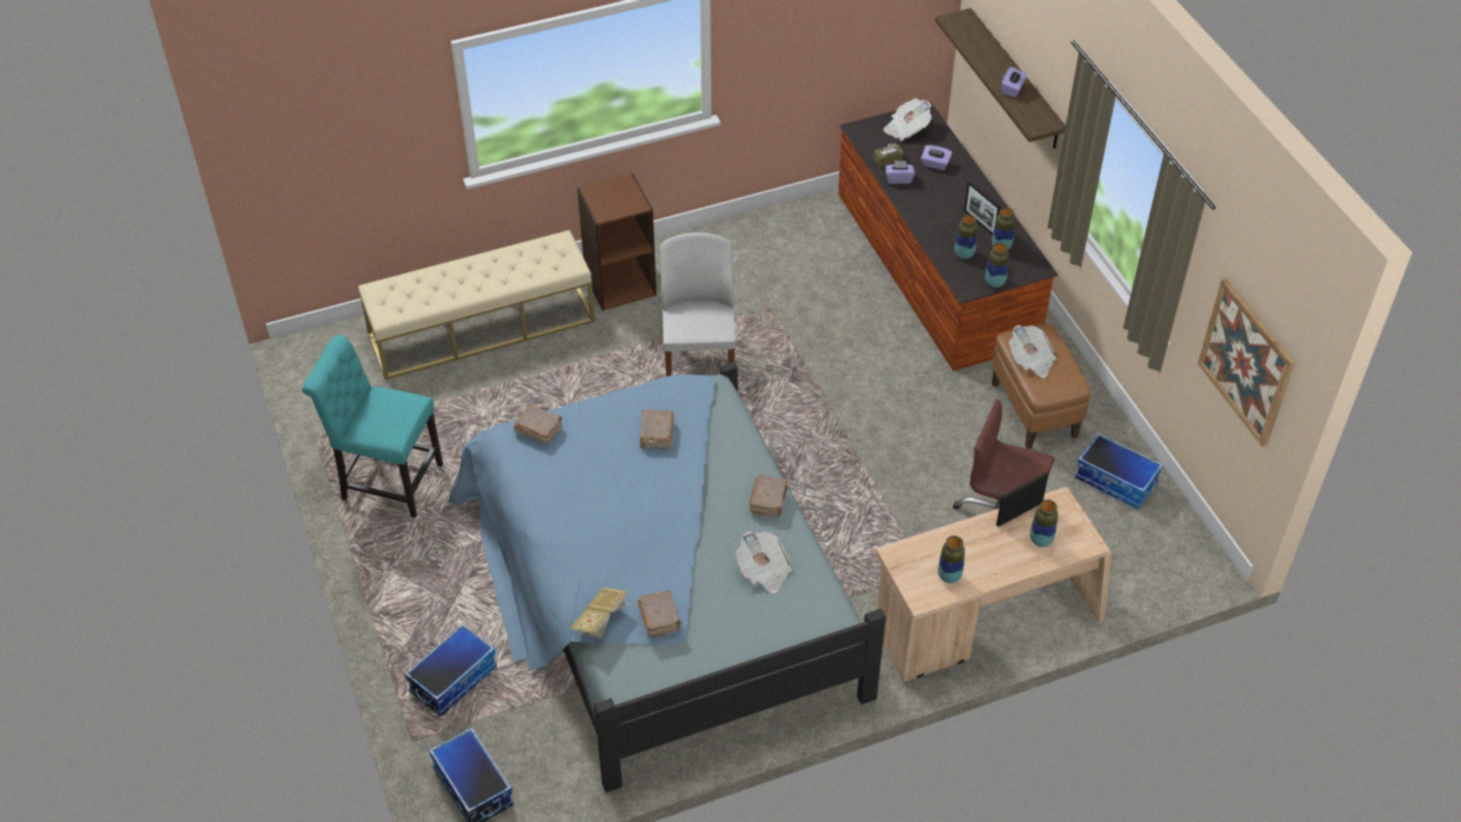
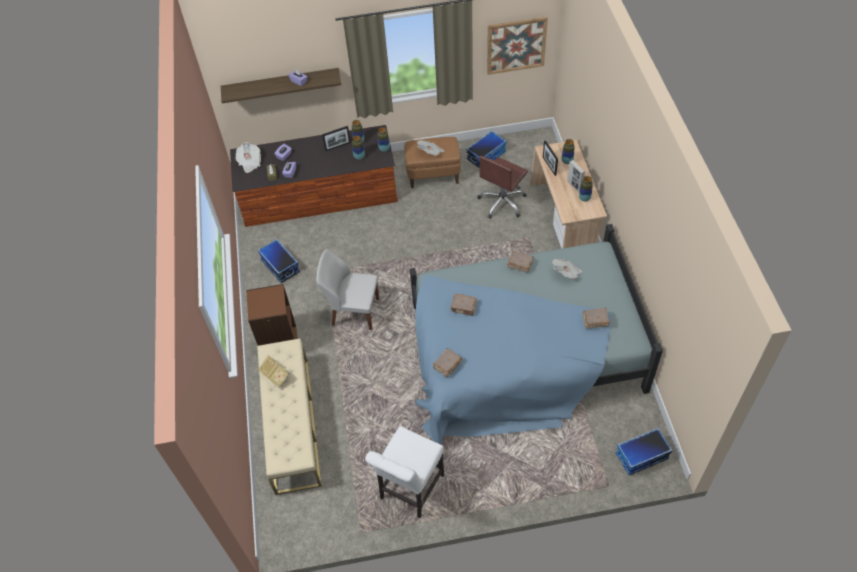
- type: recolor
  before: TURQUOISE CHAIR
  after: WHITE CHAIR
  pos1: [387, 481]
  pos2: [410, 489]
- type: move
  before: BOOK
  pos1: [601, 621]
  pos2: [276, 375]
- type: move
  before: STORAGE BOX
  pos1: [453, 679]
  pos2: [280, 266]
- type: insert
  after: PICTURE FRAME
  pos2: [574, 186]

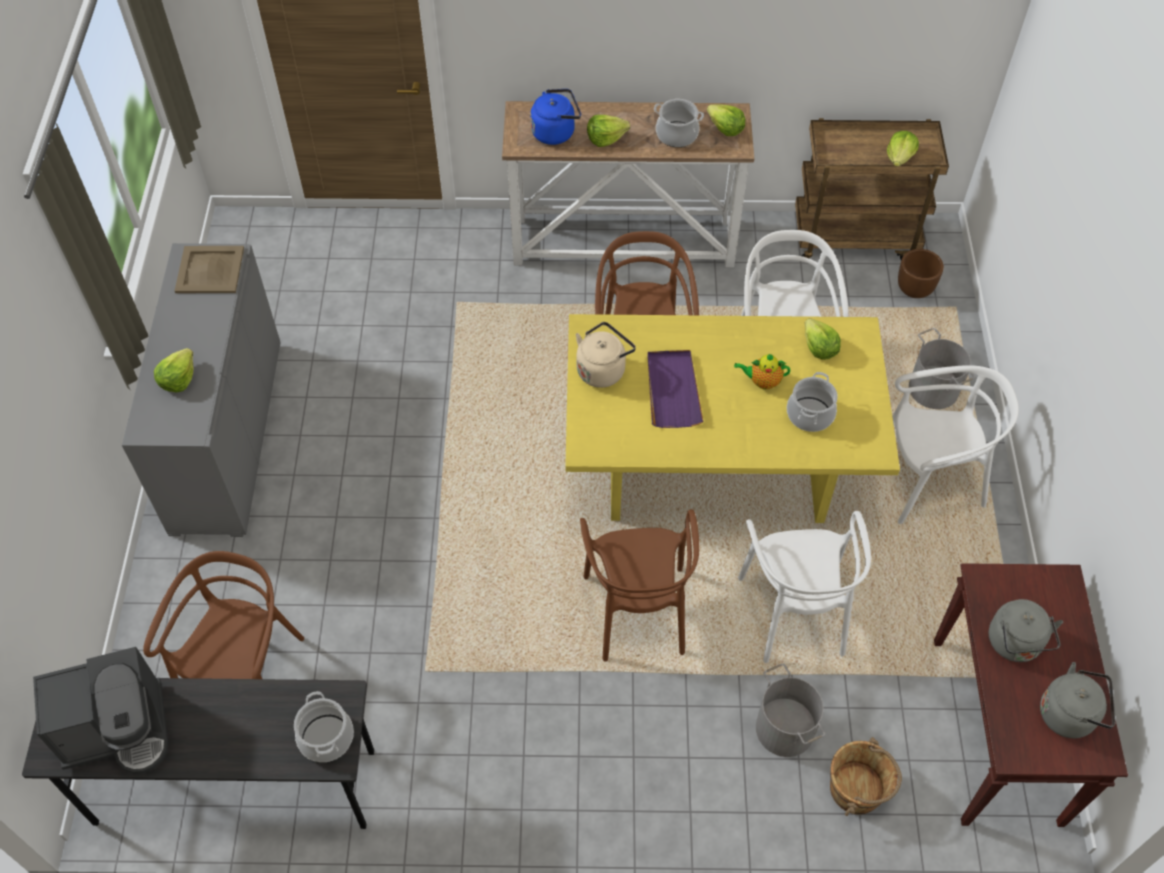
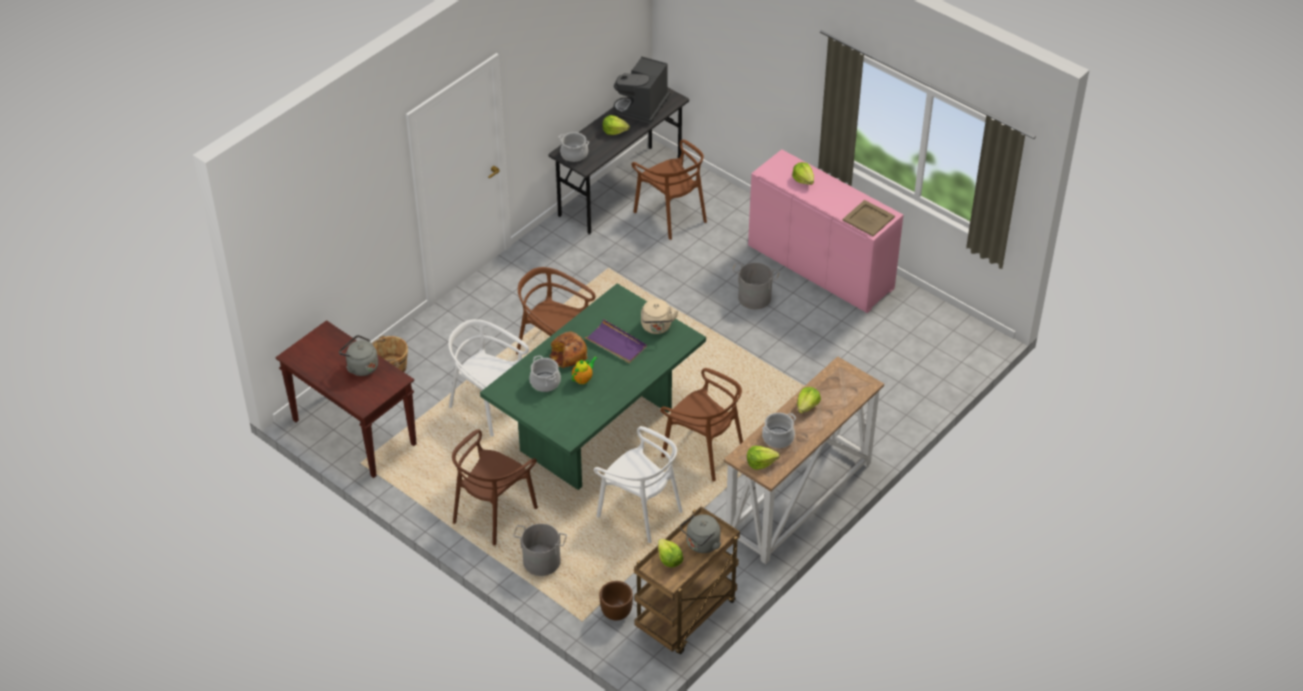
- type: delete
  before: BLUE KETTLE
  pos1: [556, 132]
- type: recolor
  before: GREY CABINET
  after: PINK CABINET
  pos1: [227, 435]
  pos2: [820, 267]
- type: recolor
  before: YELLOW DINING TABLE
  after: GREEN DINING TABLE
  pos1: [713, 473]
  pos2: [596, 429]
- type: move
  before: LETTUCE
  pos1: [819, 348]
  pos2: [614, 131]
- type: recolor
  before: WHITE CHAIR
  after: BROWN CHAIR
  pos1: [929, 480]
  pos2: [493, 513]
- type: move
  before: GREY KETTLE
  pos1: [1070, 714]
  pos2: [701, 544]
- type: move
  before: GREY BUCKET
  pos1: [784, 729]
  pos2: [754, 297]
- type: insert
  after: BREAD
  pos2: [568, 355]

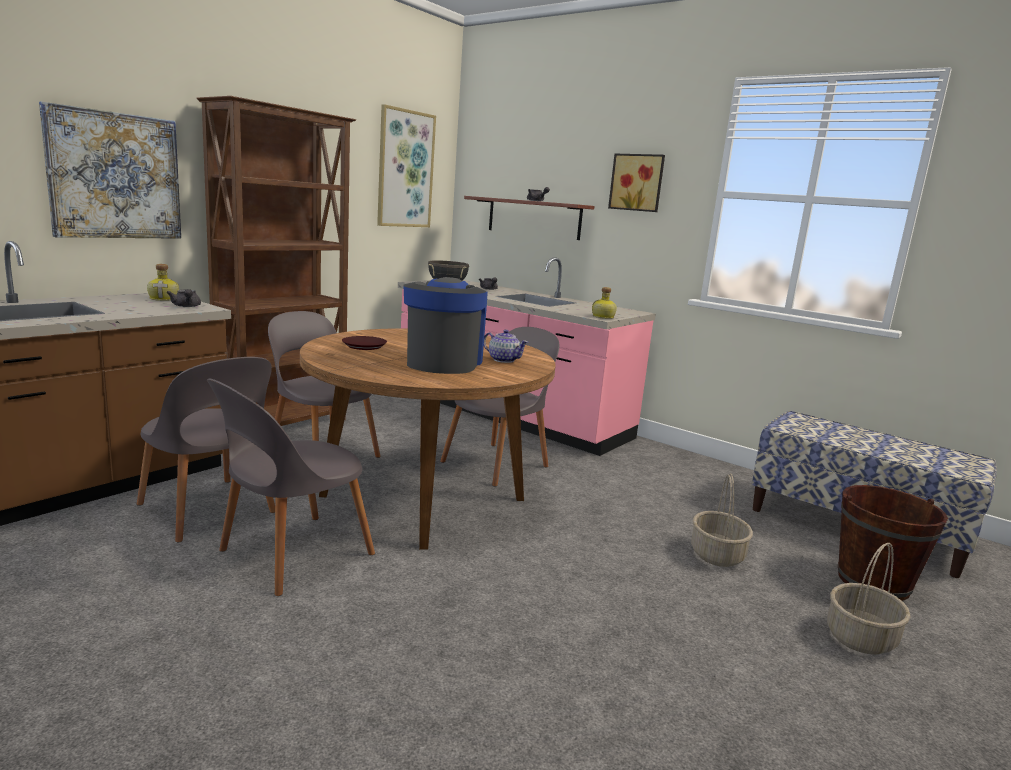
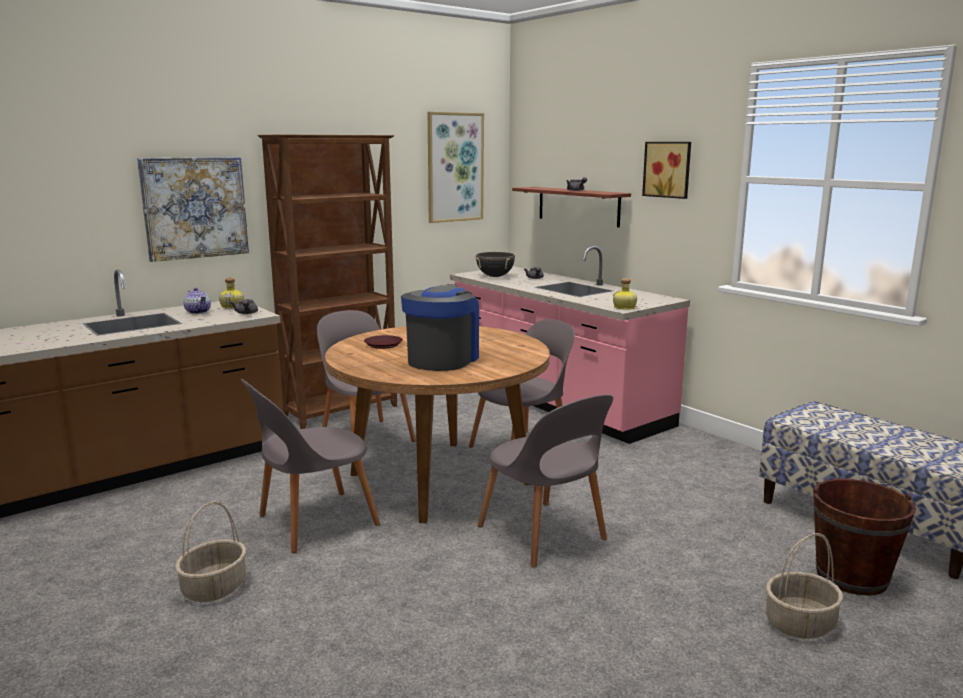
- type: move
  before: TEAPOT
  pos1: [503, 360]
  pos2: [198, 312]
- type: move
  before: GREY CHAIR
  pos1: [208, 511]
  pos2: [544, 535]
- type: move
  before: BASKET
  pos1: [717, 555]
  pos2: [214, 588]

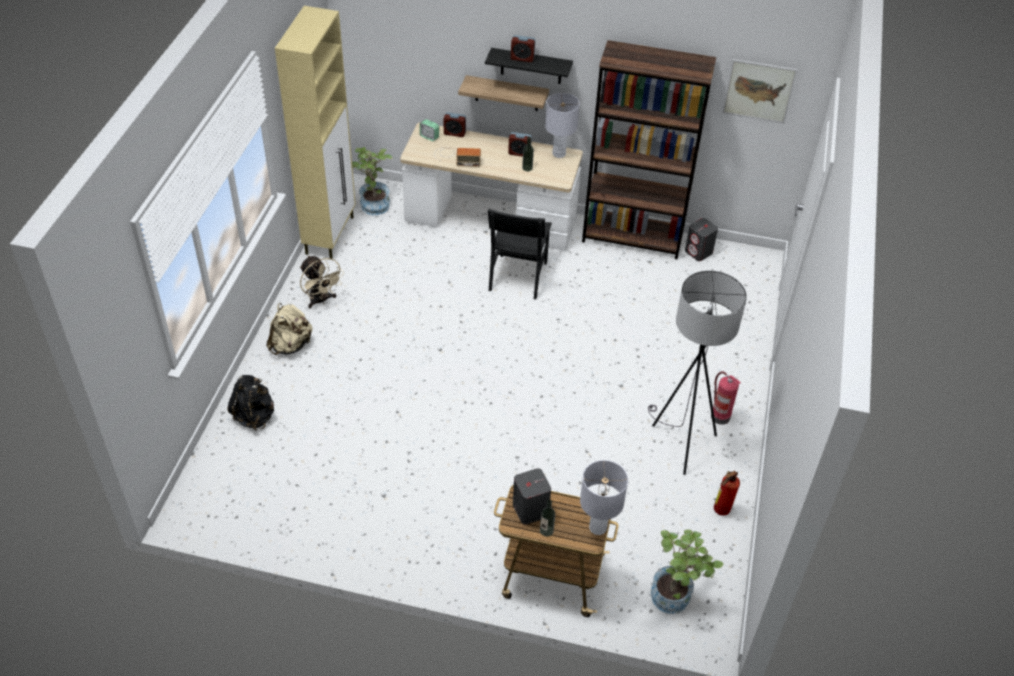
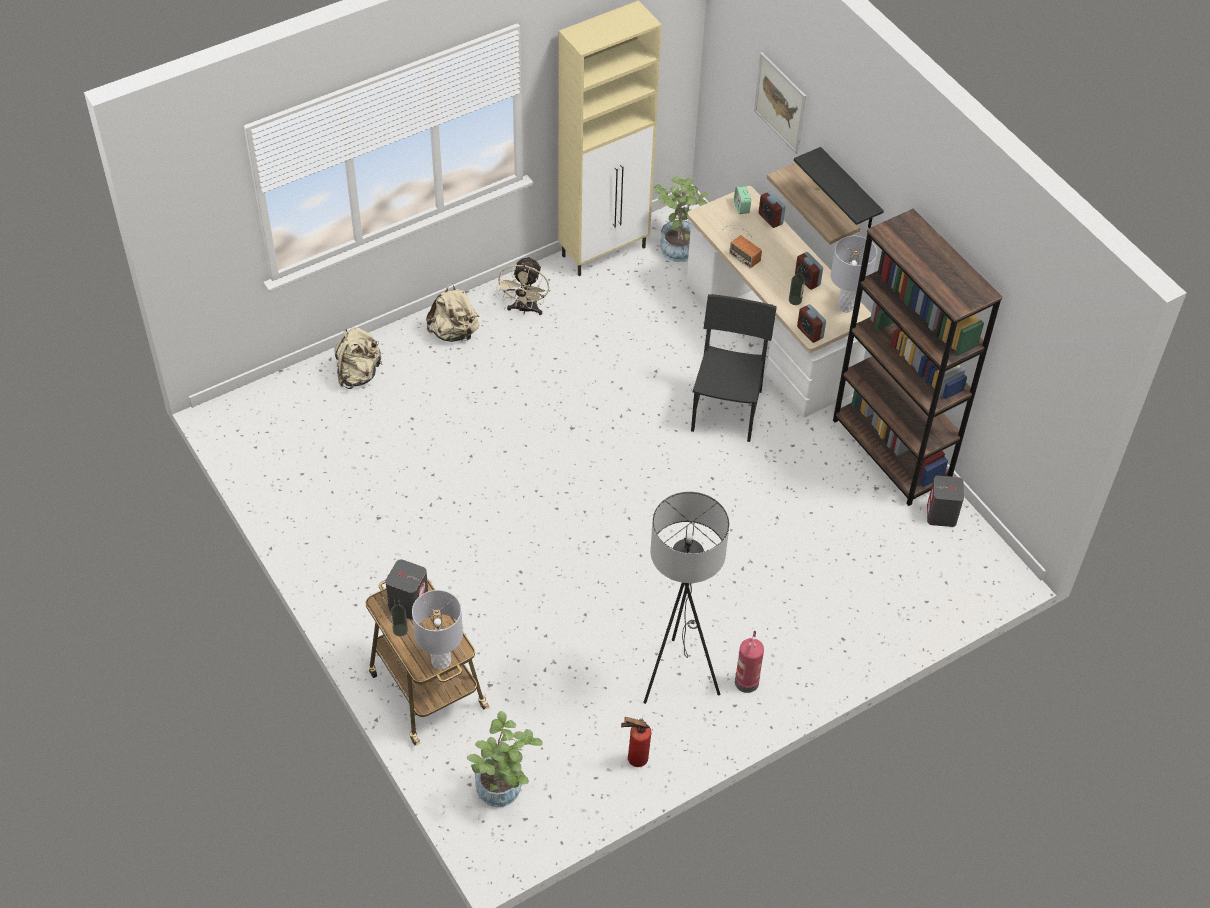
- type: move
  before: ALARM CLOCK
  pos1: [522, 58]
  pos2: [810, 332]
- type: move
  before: PICTURE
  pos1: [759, 91]
  pos2: [780, 103]
- type: rotate
  before: BLACK CHAIR
  pos1: [518, 276]
  pos2: [726, 410]
  turn: 135
- type: recolor
  before: BLACK BACKPACK
  after: BEIGE BACKPACK
  pos1: [255, 416]
  pos2: [358, 374]

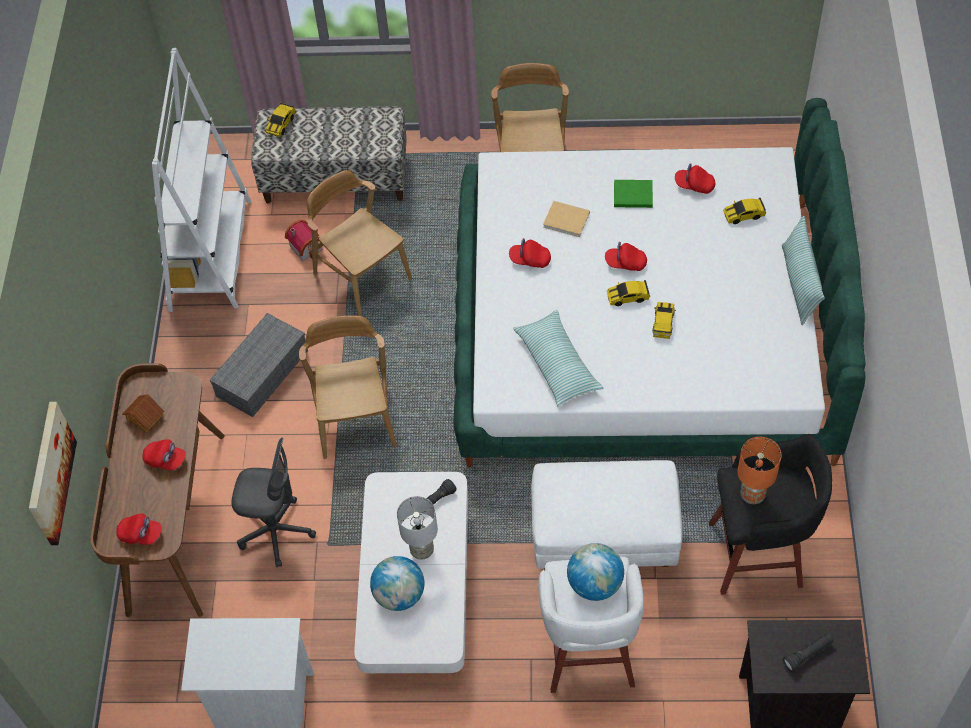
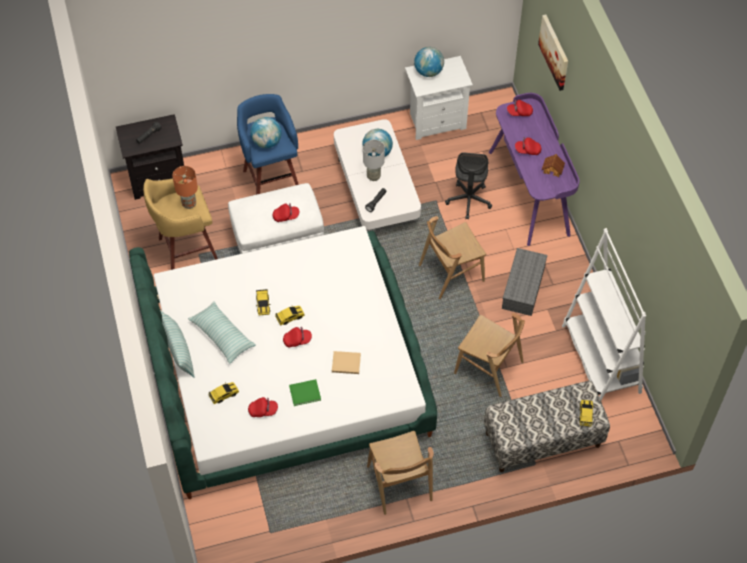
- type: delete
  before: TOY HOUSE
  pos1: [307, 246]
- type: move
  before: RED CAP
  pos1: [530, 260]
  pos2: [286, 216]
- type: move
  before: PILLOW
  pos1: [557, 364]
  pos2: [222, 336]
- type: rotate
  before: BROWN CHAIR
  pos1: [356, 419]
  pos2: [451, 273]
  turn: 90
- type: recolor
  before: BROWN DESK
  after: PURPLE DESK
  pos1: [174, 522]
  pos2: [530, 192]
- type: recolor
  before: BLACK STOOL
  after: YELLOW STOOL
  pos1: [759, 554]
  pos2: [186, 250]
- type: rotate
  before: GREY OFFICE CHAIR
  pos1: [276, 531]
  pos2: [469, 200]
  turn: -75
- type: recolor
  before: WHITE STOOL
  after: BLUE STOOL
  pos1: [588, 654]
  pos2: [271, 180]
- type: insert
  after: GLOBE
  pos2: [428, 72]

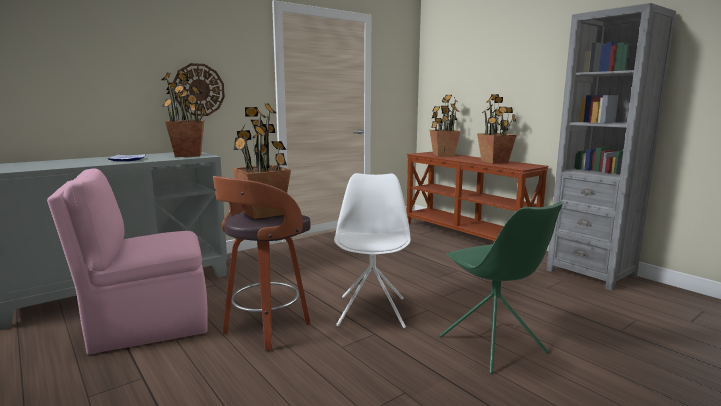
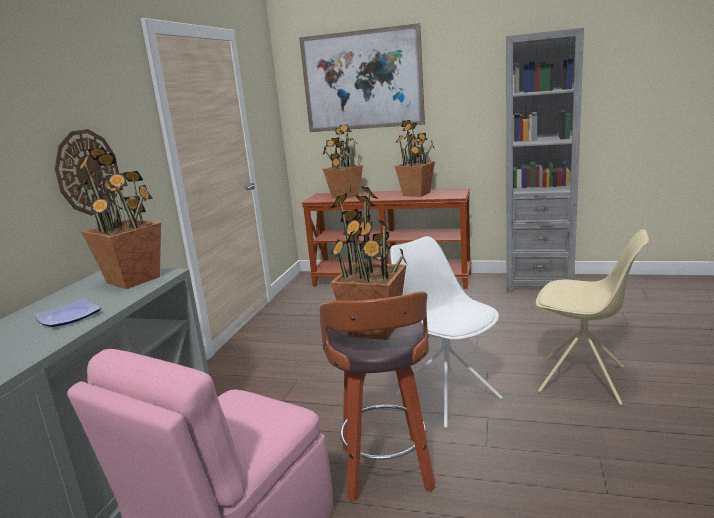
- type: recolor
  before: GREEN CHAIR
  after: BEIGE CHAIR
  pos1: [493, 346]
  pos2: [584, 380]
- type: insert
  after: PICTURE
  pos2: [362, 80]

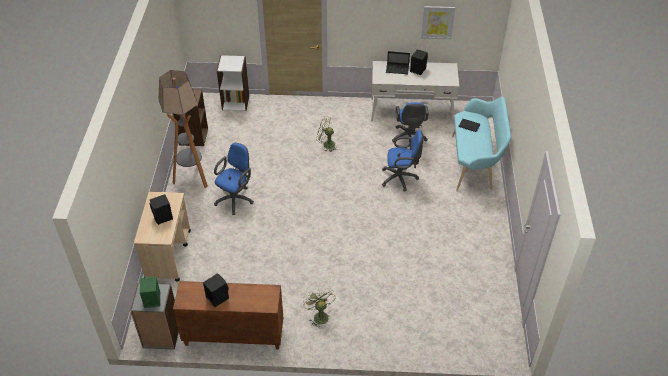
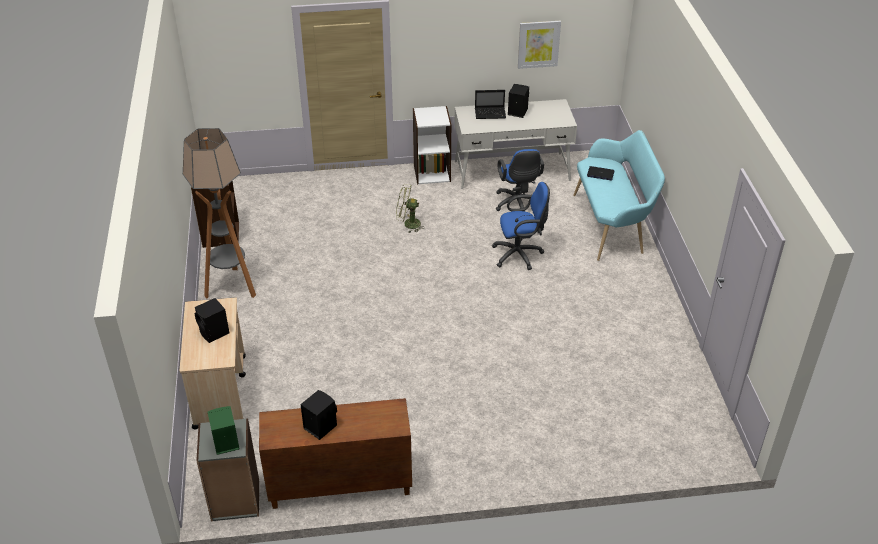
- type: move
  before: WHITE BOOKCASE
  pos1: [235, 102]
  pos2: [432, 173]
- type: delete
  before: BLUE OFFICE CHAIR
  pos1: [236, 198]
- type: delete
  before: GREEN FAN
  pos1: [319, 315]

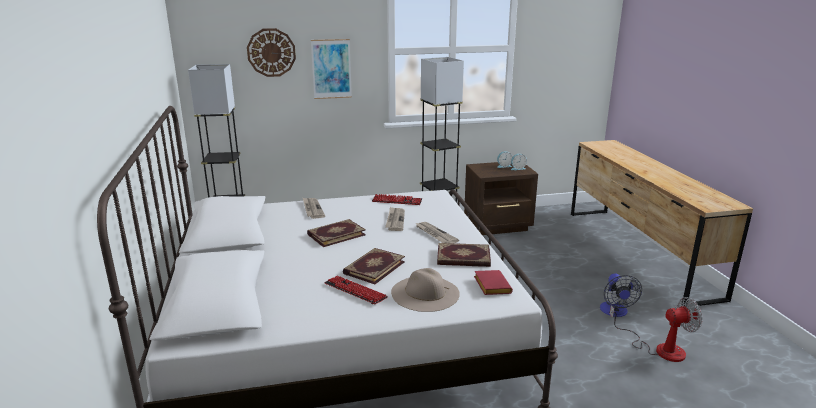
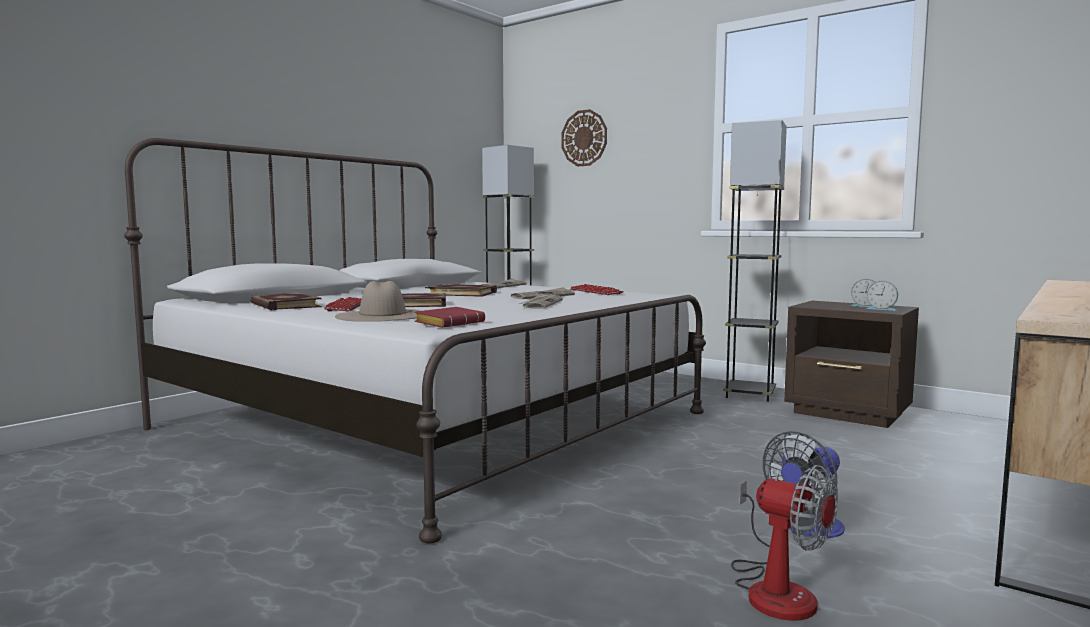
- type: delete
  before: PICTURE
  pos1: [331, 69]
- type: move
  before: BOOK
  pos1: [463, 258]
  pos2: [284, 305]

